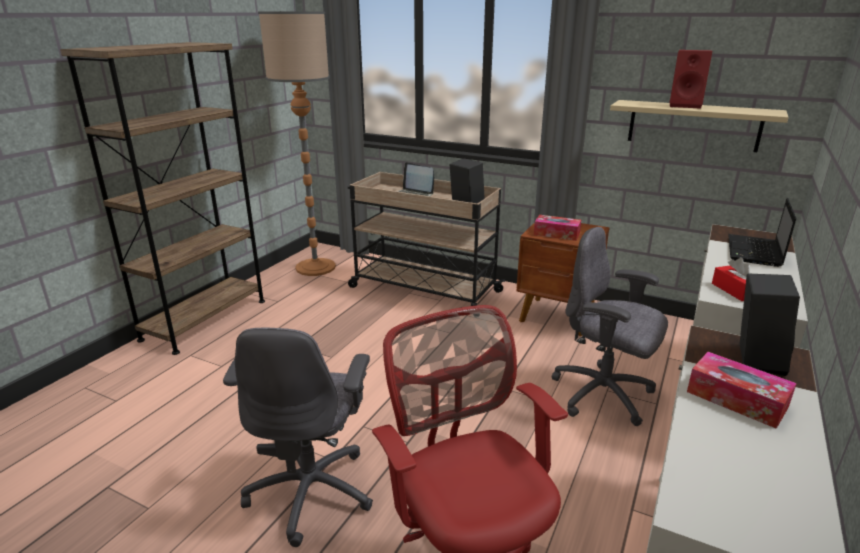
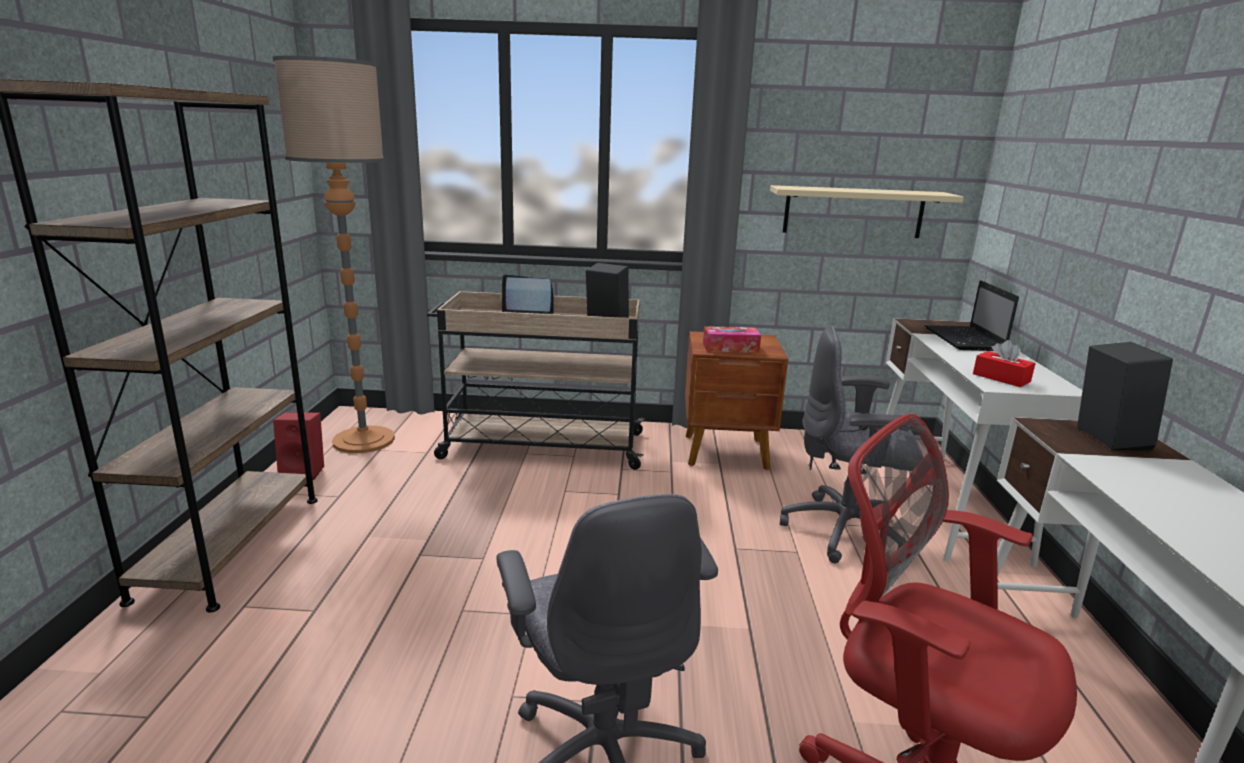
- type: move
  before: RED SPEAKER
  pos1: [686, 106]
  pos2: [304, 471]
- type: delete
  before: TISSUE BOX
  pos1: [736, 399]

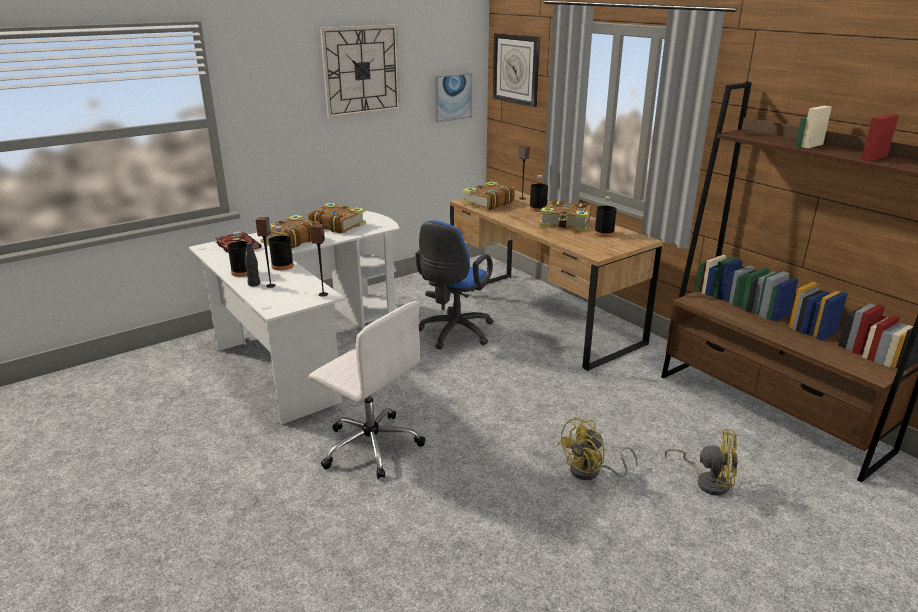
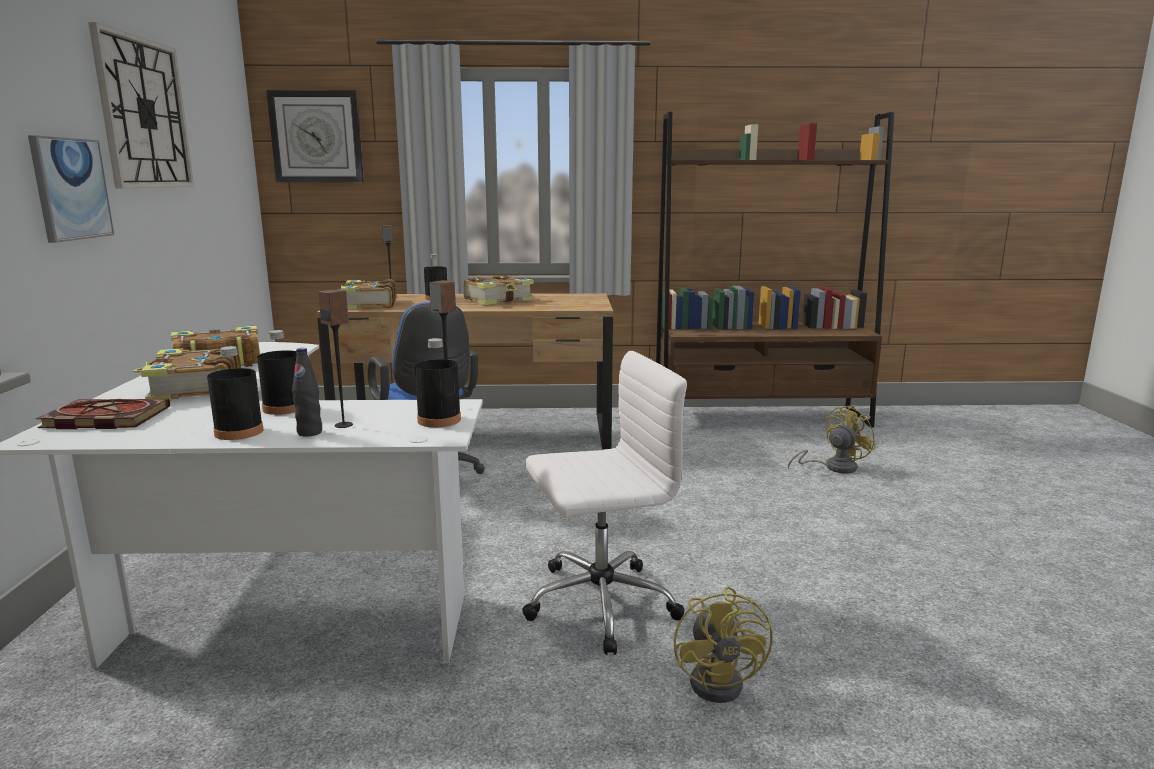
- type: move
  before: PICTURE
  pos1: [452, 97]
  pos2: [71, 189]
- type: move
  before: BLACK BOTTLE
  pos1: [604, 233]
  pos2: [439, 420]
- type: move
  before: YELLOW FAN
  pos1: [591, 472]
  pos2: [723, 680]

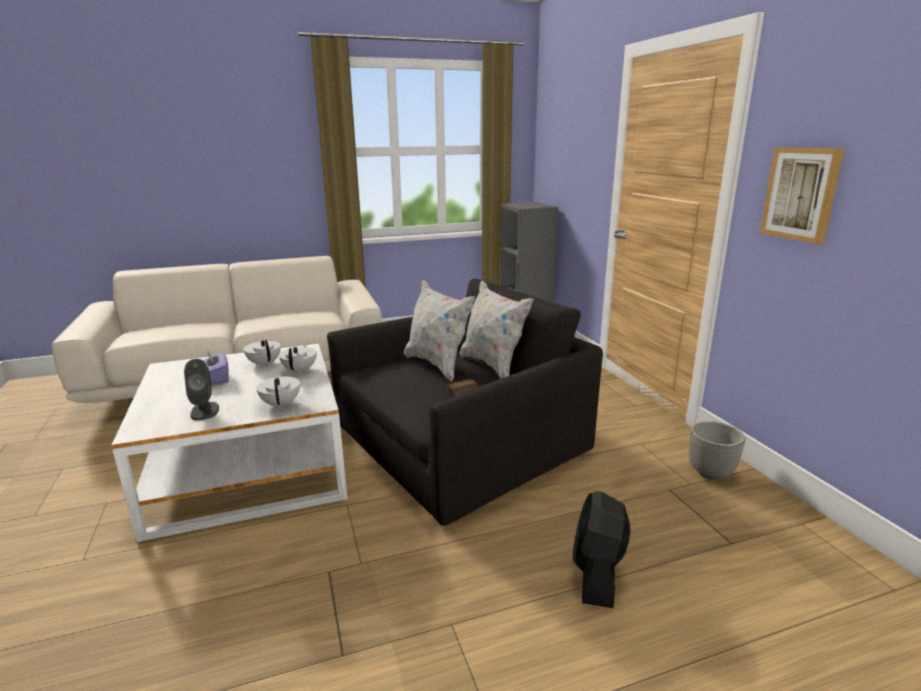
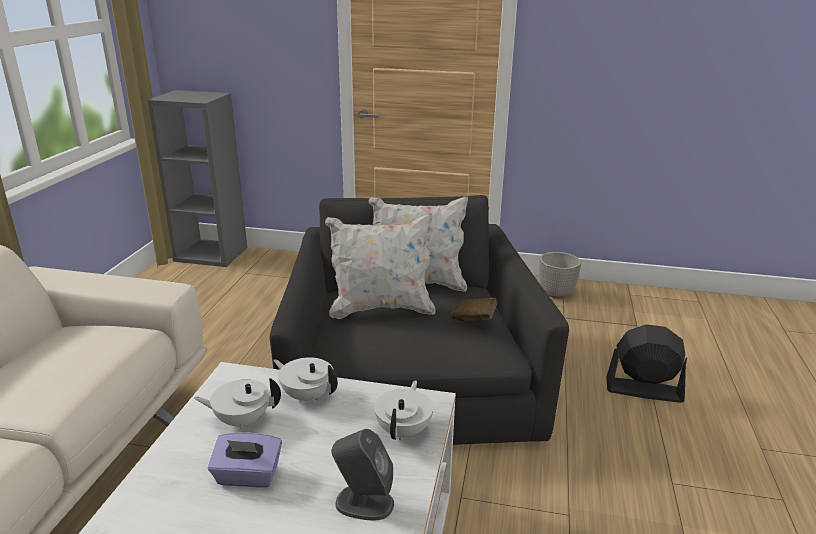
- type: delete
  before: PICTURE
  pos1: [801, 194]
- type: rotate
  before: WHITE TEAPOT
  pos1: [281, 404]
  pos2: [404, 430]
  turn: 90
- type: rotate
  before: BLACK FAN
  pos1: [597, 573]
  pos2: [643, 390]
  turn: 150

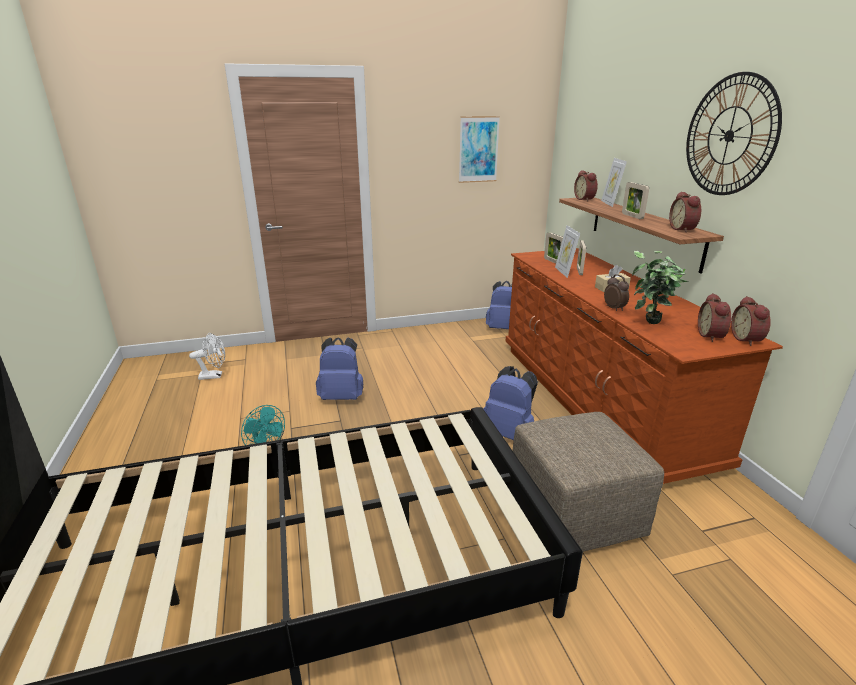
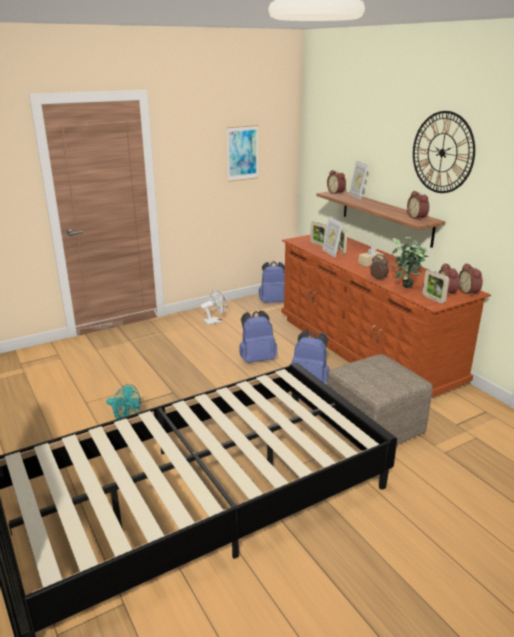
- type: move
  before: PICTURE FRAME
  pos1: [632, 216]
  pos2: [433, 299]
- type: move
  before: WHITE FAN
  pos1: [214, 376]
  pos2: [215, 321]
- type: move
  before: BLUE BACKPACK
  pos1: [342, 396]
  pos2: [257, 359]

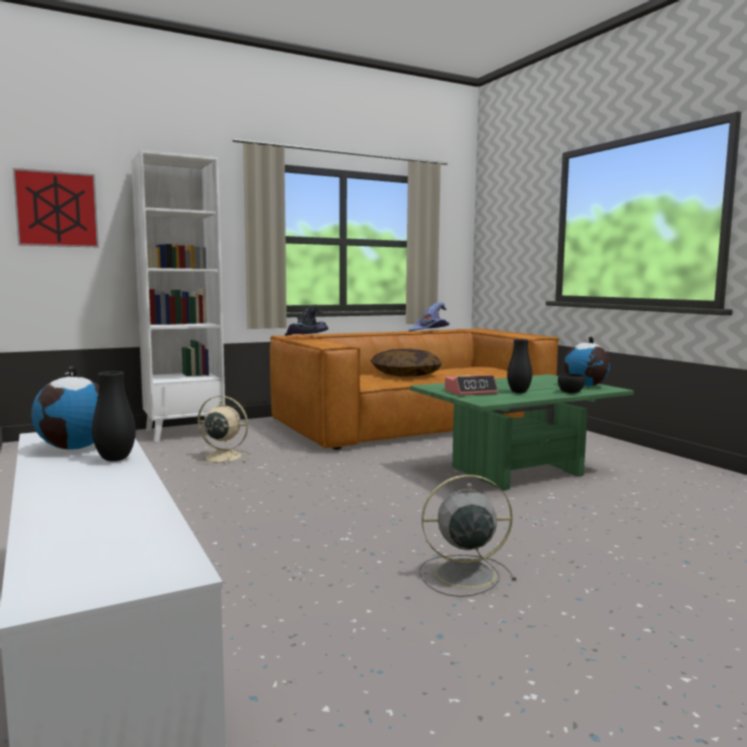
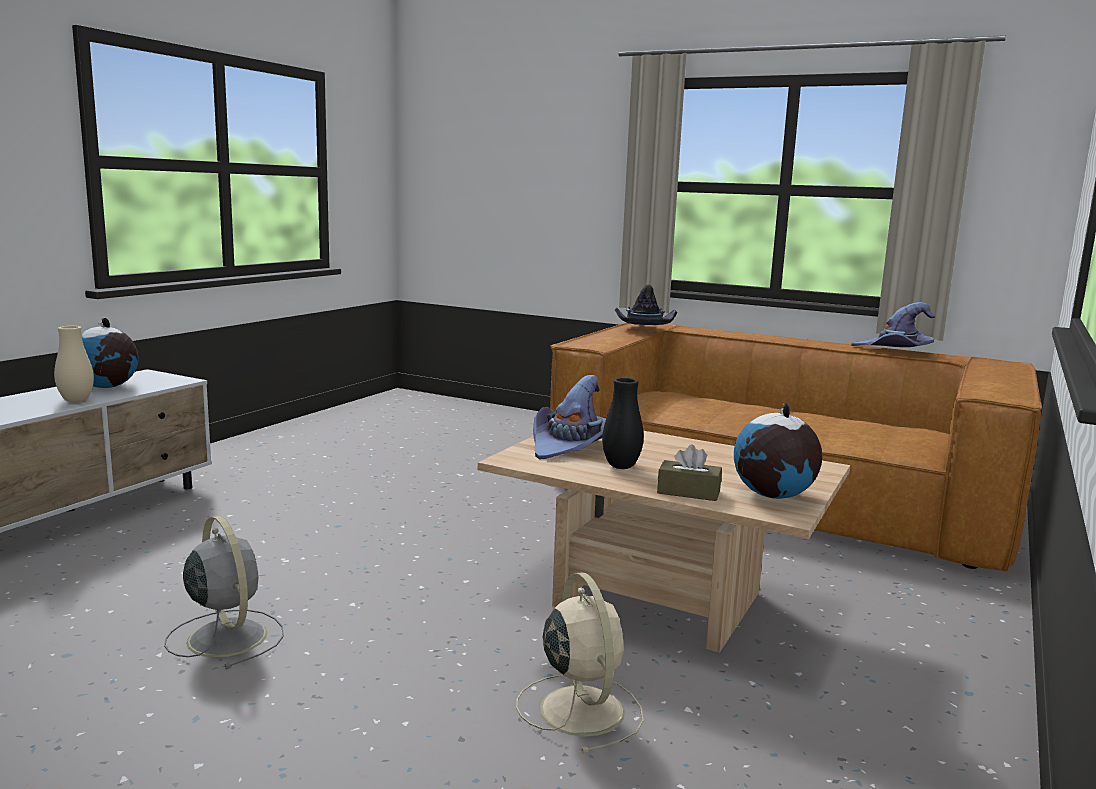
- type: delete
  before: WHITE BOOKCASE
  pos1: [184, 432]
- type: delete
  before: PICTURE
  pos1: [57, 209]
- type: delete
  before: PILLOW
  pos1: [405, 374]
- type: recolor
  before: BLACK VASE
  after: BEIGE VASE
  pos1: [115, 459]
  pos2: [76, 401]
- type: replace
  before: BLACK BOWL
  after: BROWN TISSUE BOX
  pos1: [570, 392]
  pos2: [688, 492]
- type: recolor
  before: GREEN COFFEE TABLE
  after: BEIGE COFFEE TABLE
  pos1: [516, 471]
  pos2: [658, 599]
- type: replace
  before: ALARM CLOCK
  after: PURPLE HAT
  pos1: [470, 392]
  pos2: [573, 446]
- type: move
  before: BEIGE FAN
  pos1: [221, 457]
  pos2: [580, 708]

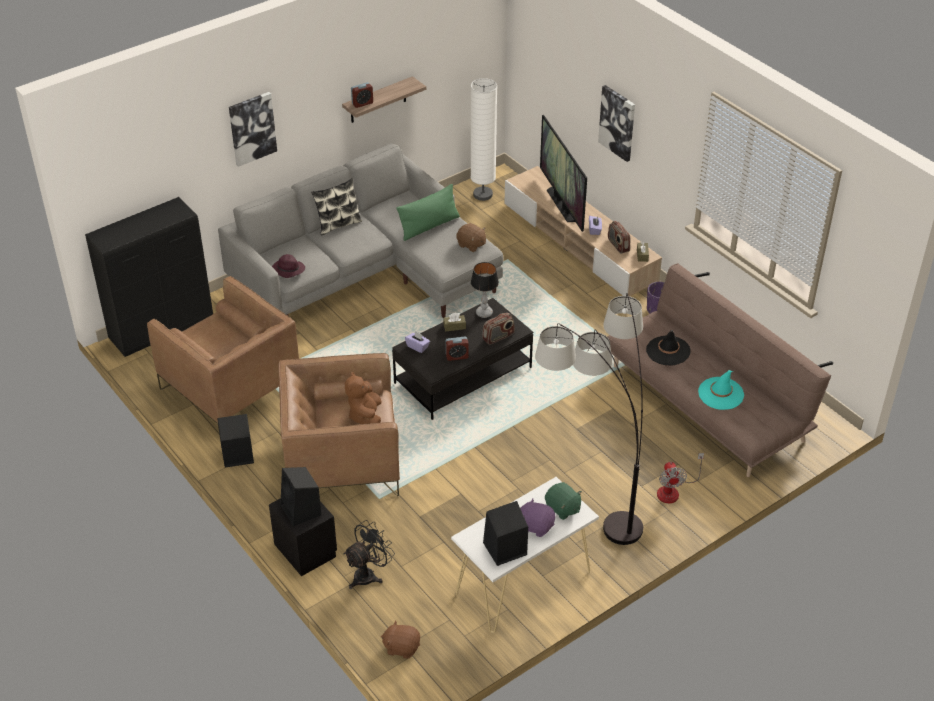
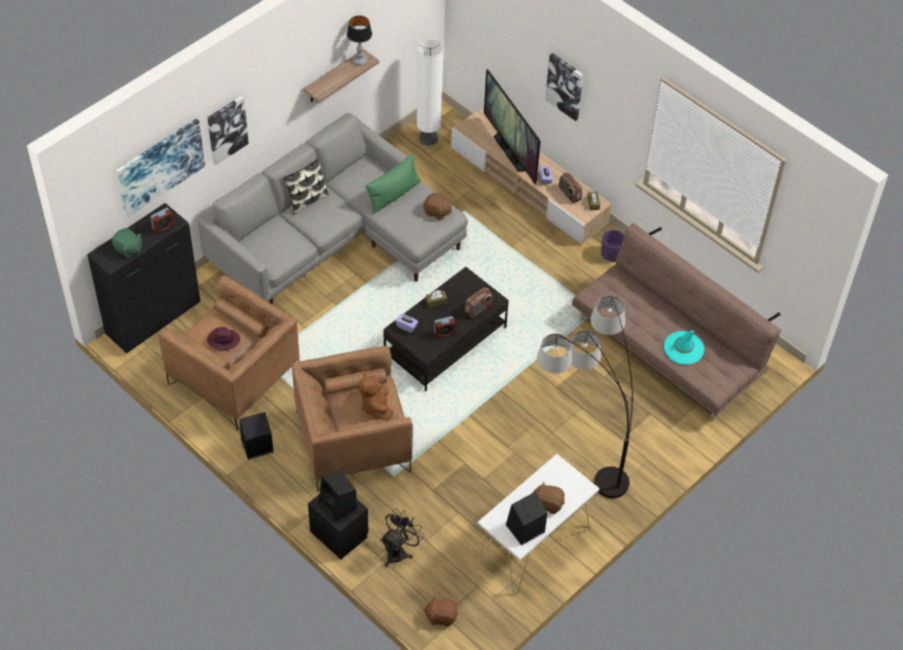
- type: move
  before: ALARM CLOCK
  pos1: [362, 103]
  pos2: [163, 227]
- type: move
  before: PURPLE HAT
  pos1: [288, 269]
  pos2: [223, 340]
- type: move
  before: TABLE LAMP
  pos1: [484, 313]
  pos2: [360, 61]
- type: delete
  before: BLACK HAT
  pos1: [668, 351]
- type: delete
  before: FAN
  pos1: [673, 490]
- type: move
  before: GREEN PLUSH TOY
  pos1: [562, 508]
  pos2: [128, 249]
- type: recolor
  before: PURPLE PLUSH TOY
  after: BROWN PLUSH TOY
  pos1: [536, 526]
  pos2: [547, 503]
- type: insert
  after: PICTURE
  pos2: [160, 166]

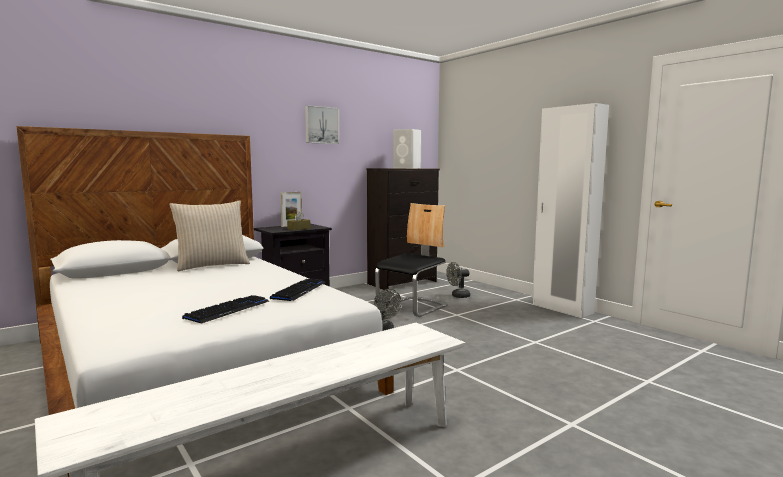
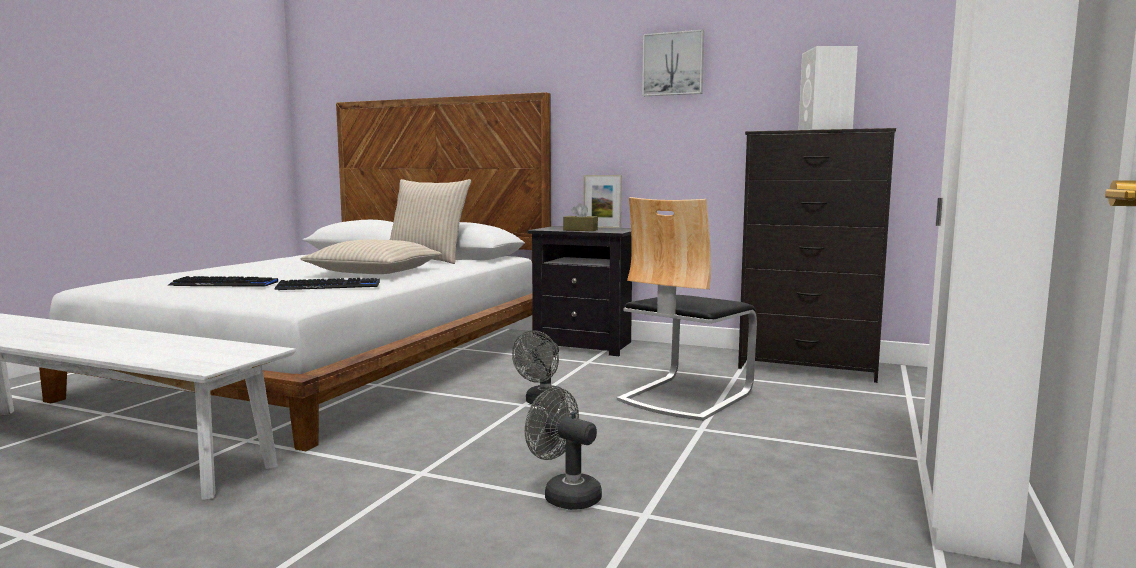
- type: rotate
  before: CHAIR
  pos1: [413, 307]
  pos2: [684, 396]
  turn: 120
- type: move
  before: GREY FAN
  pos1: [458, 296]
  pos2: [565, 495]
- type: insert
  after: BEIGE PILLOW
  pos2: [374, 272]

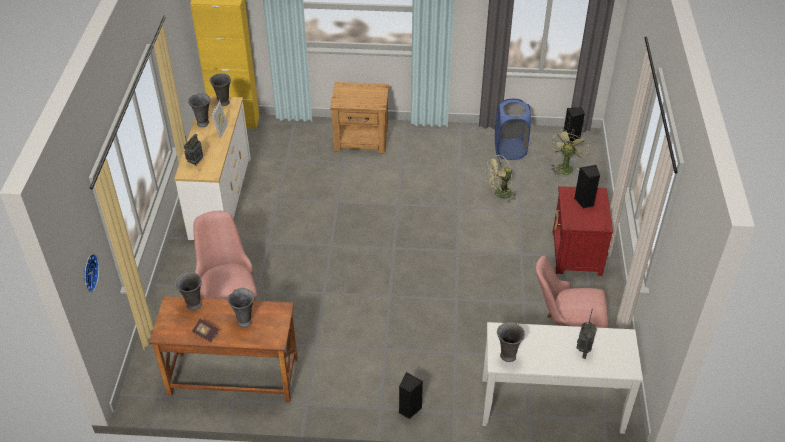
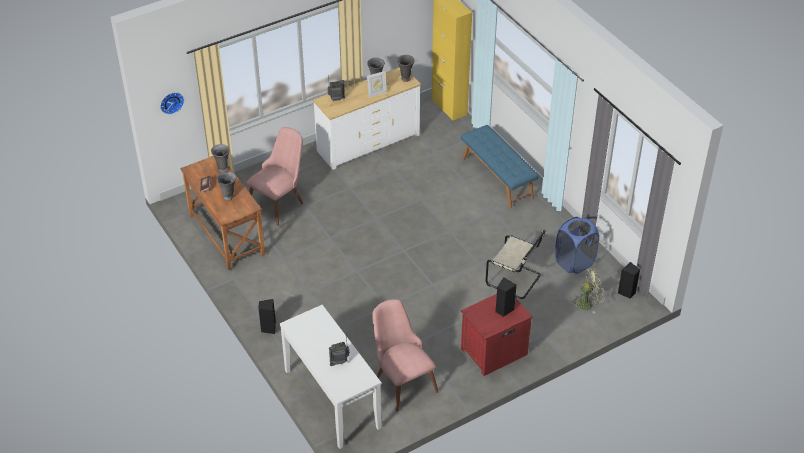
- type: replace
  before: BROWN NIGHTSTAND
  after: BLUE BENCH
  pos1: [362, 140]
  pos2: [498, 178]
- type: replace
  before: GREEN FAN
  after: BEIGE CHAIR
  pos1: [500, 195]
  pos2: [515, 280]
- type: delete
  before: GREY VASE
  pos1: [507, 356]

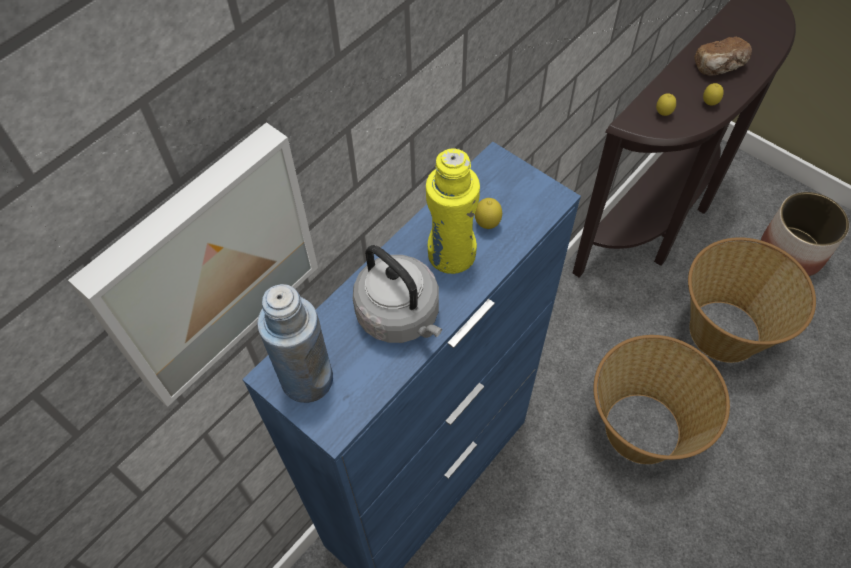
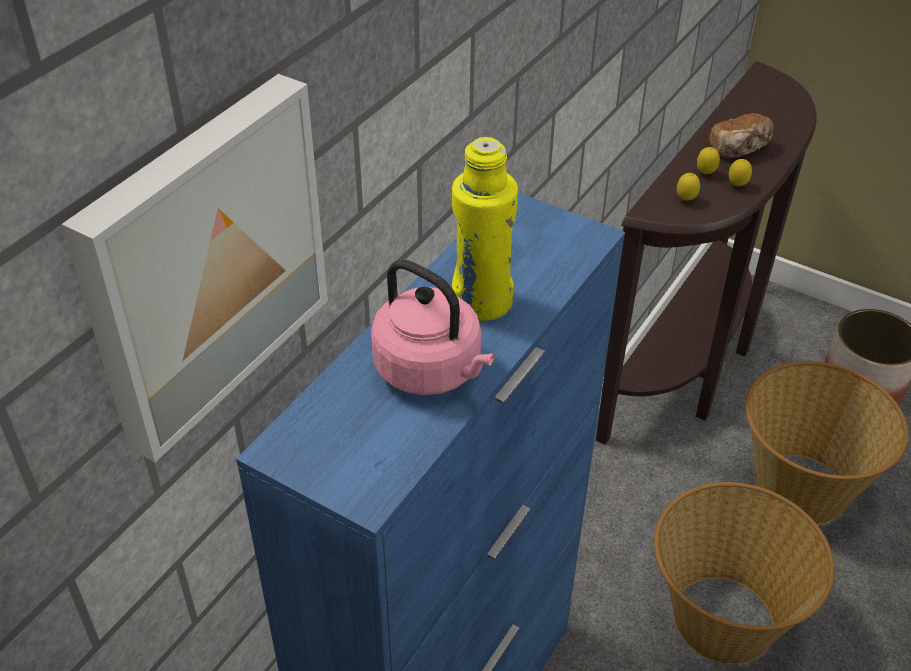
- type: move
  before: LEMON
  pos1: [487, 225]
  pos2: [705, 174]
- type: recolor
  before: GREY KETTLE
  after: PINK KETTLE
  pos1: [401, 316]
  pos2: [432, 371]
- type: delete
  before: BLUE BOTTLE
  pos1: [307, 379]

